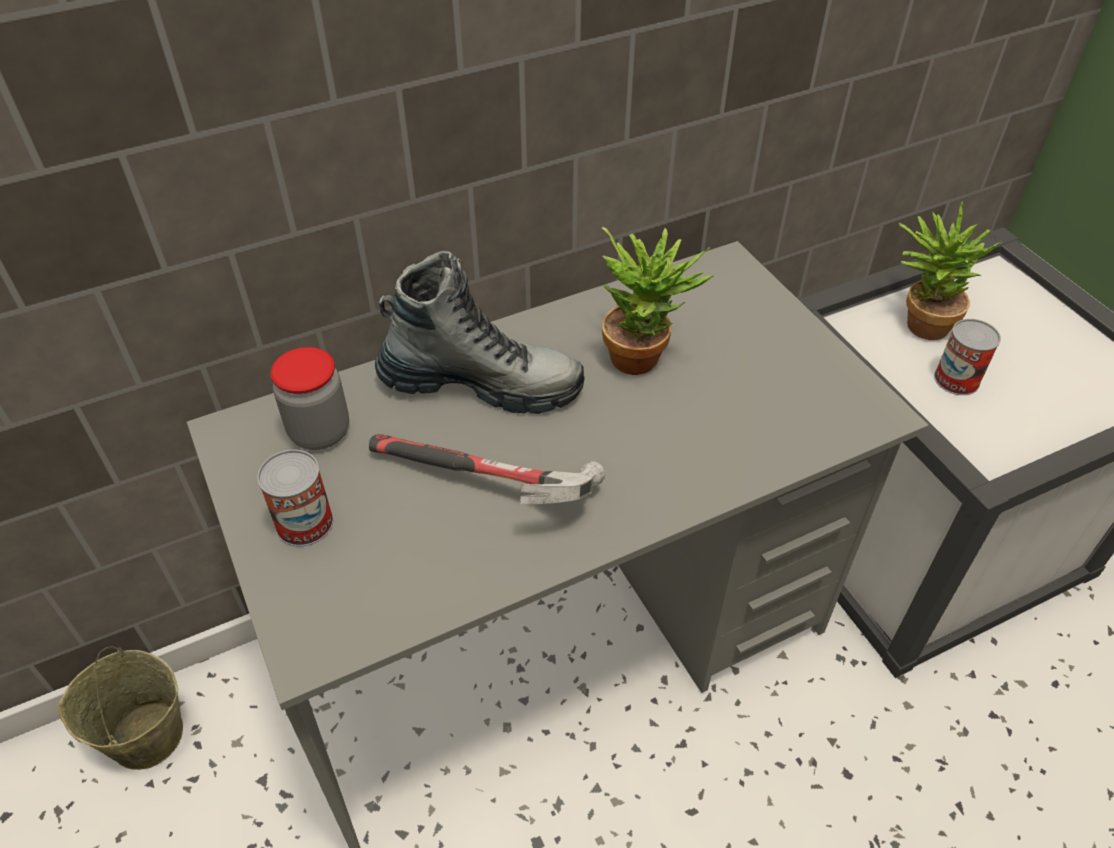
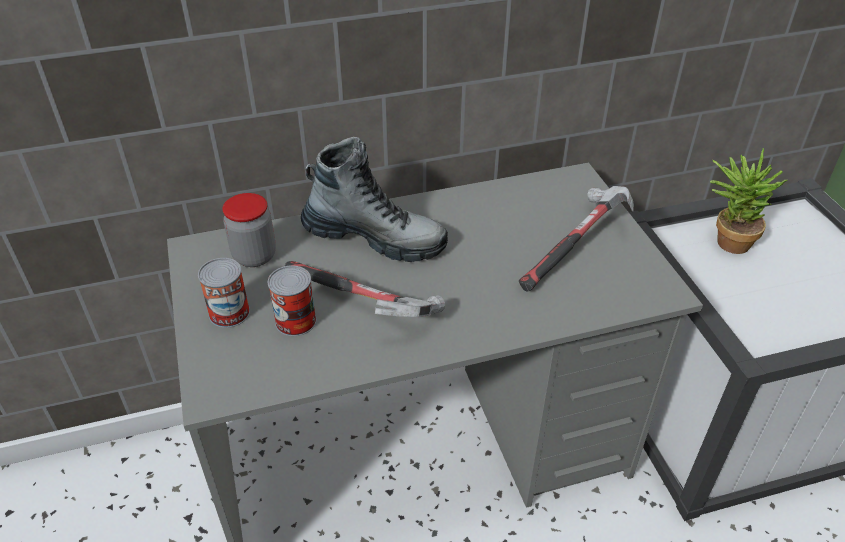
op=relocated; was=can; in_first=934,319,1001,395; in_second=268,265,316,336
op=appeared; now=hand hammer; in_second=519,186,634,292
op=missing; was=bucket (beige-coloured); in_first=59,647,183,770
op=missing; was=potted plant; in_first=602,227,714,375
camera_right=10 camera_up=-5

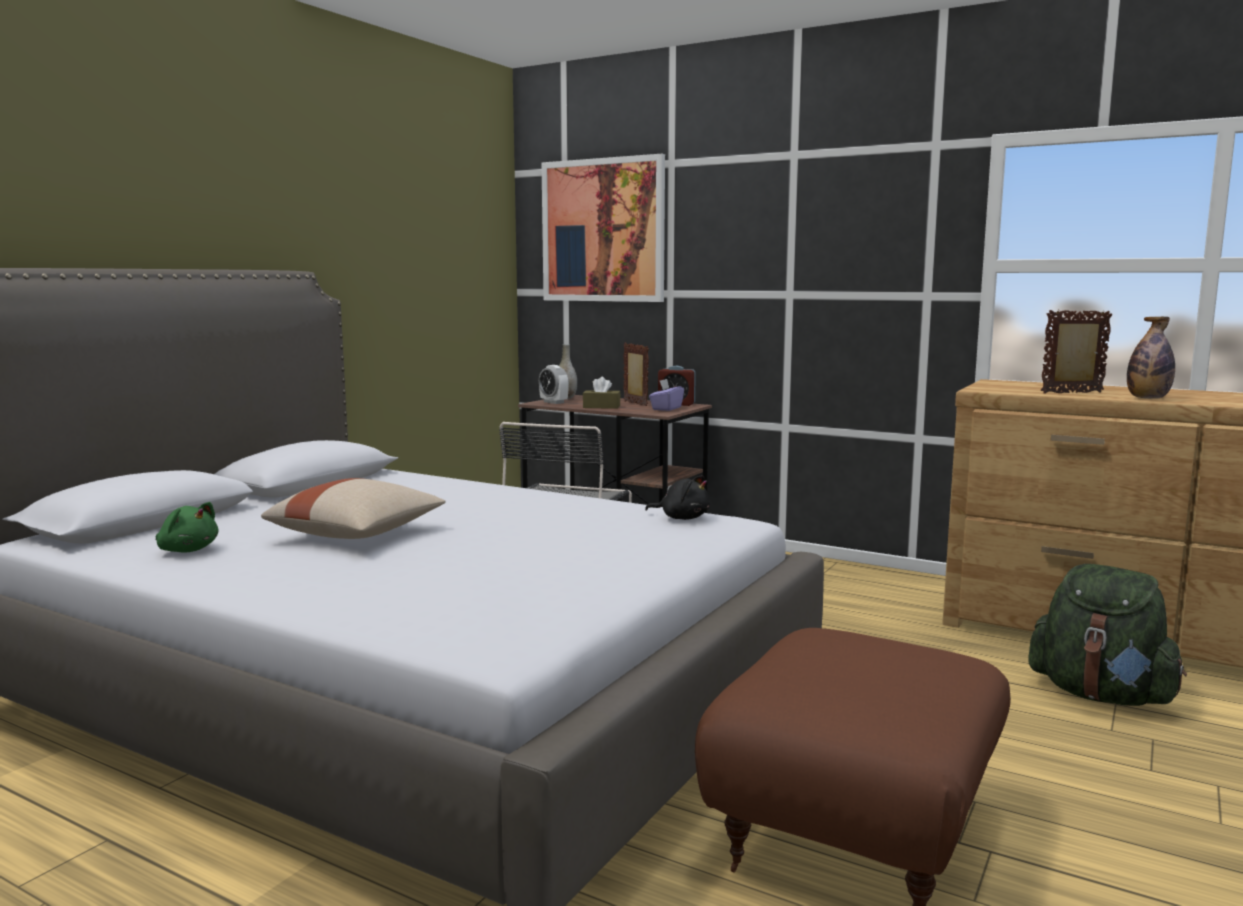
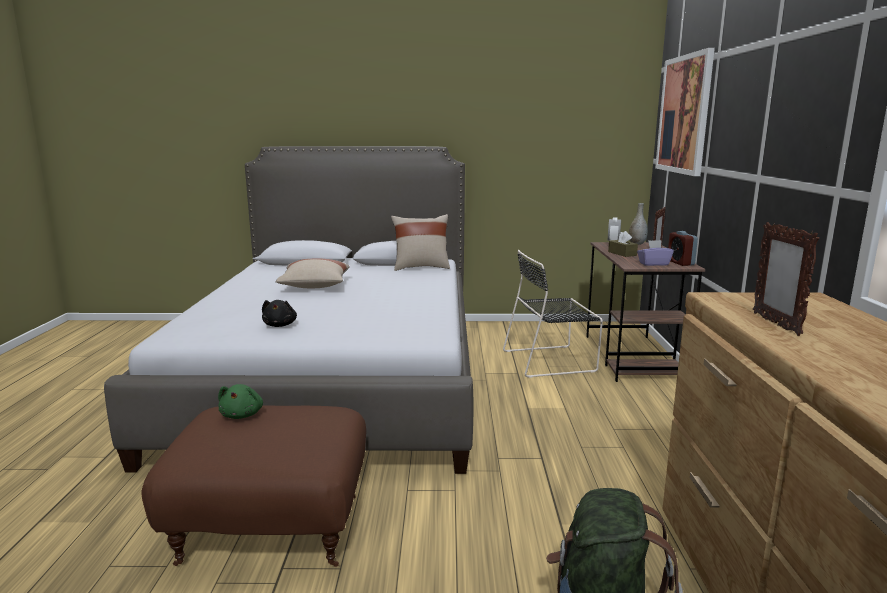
op=relocated; was=plush toy (green-coloured); in_first=156,502,218,553; in_second=218,384,263,419
op=relocated; was=plush toy (black); in_first=645,475,710,520; in_second=262,300,297,327
op=appeared; now=pillow (beige-coloured); in_second=391,214,450,271
op=spun; was=picture frame; in_first=1041,310,1112,394; in_second=753,222,819,336; clockwise=-150
op=missing; was=beverage bottle; in_first=1127,317,1175,399
camera_right=60 camera_up=5

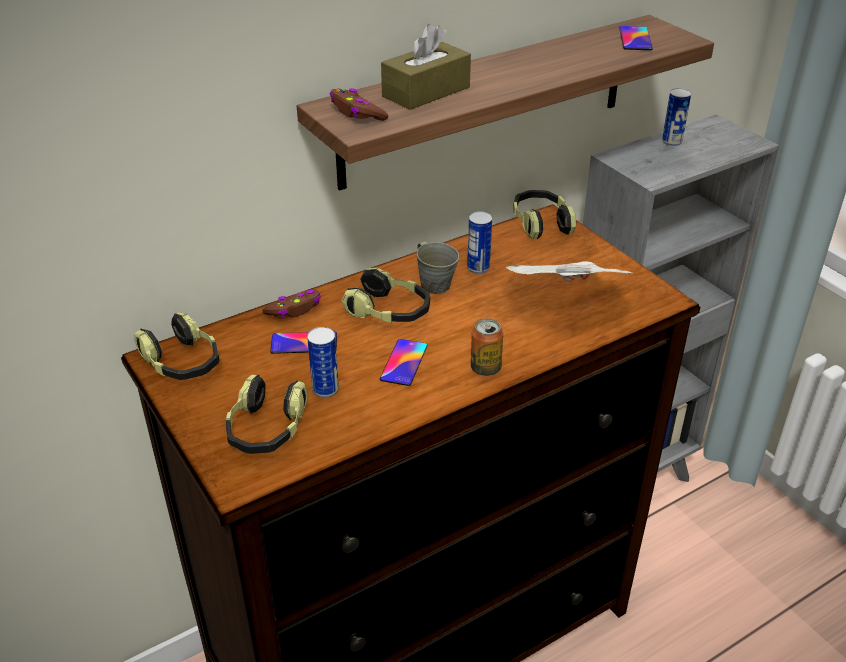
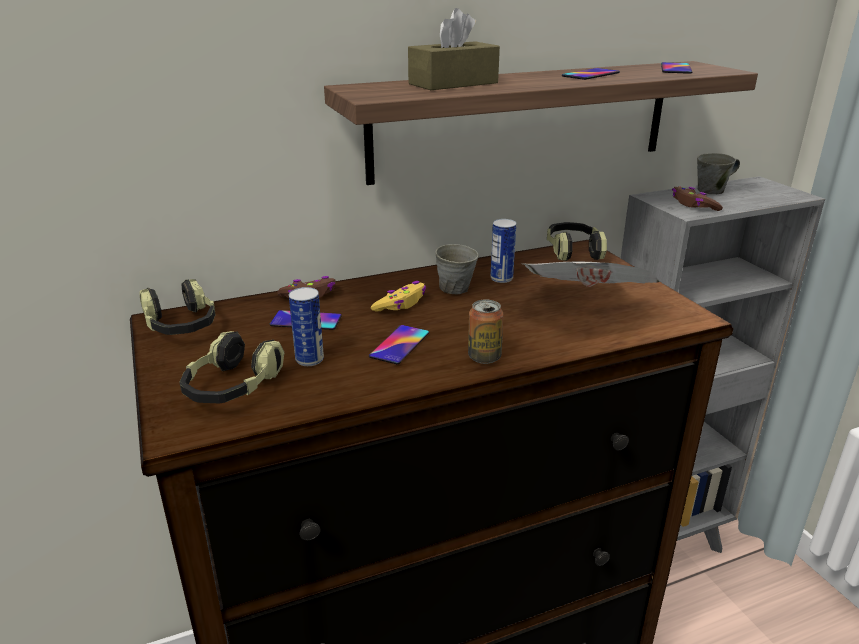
op=exchanged; was=pair of headphones; now=gamepad (yellowish); in_first=341,267,430,323; in_second=371,281,426,311
op=appeared; now=handset; in_second=562,68,620,80
op=relocated; was=gamepad (brownish); in_first=330,88,388,121; in_second=672,186,723,211
op=exchanged; was=can; now=coffee mug (greyish); in_first=662,88,691,146; in_second=697,153,740,194
camera_right=10 camera_up=-10

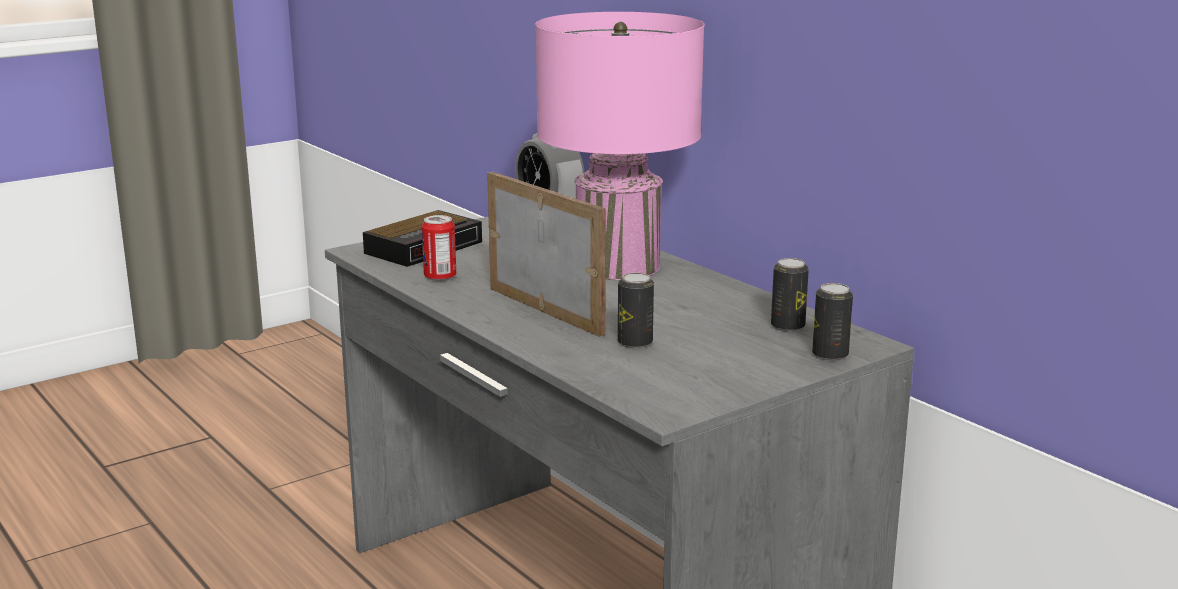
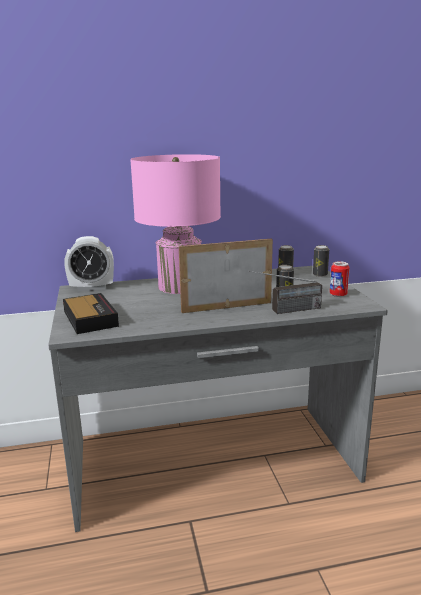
op=appeared; now=radio receiver; in_second=248,271,322,314
op=relocated; was=can; in_first=422,215,456,281; in_second=330,261,350,297
camera_right=-65 camera_up=0

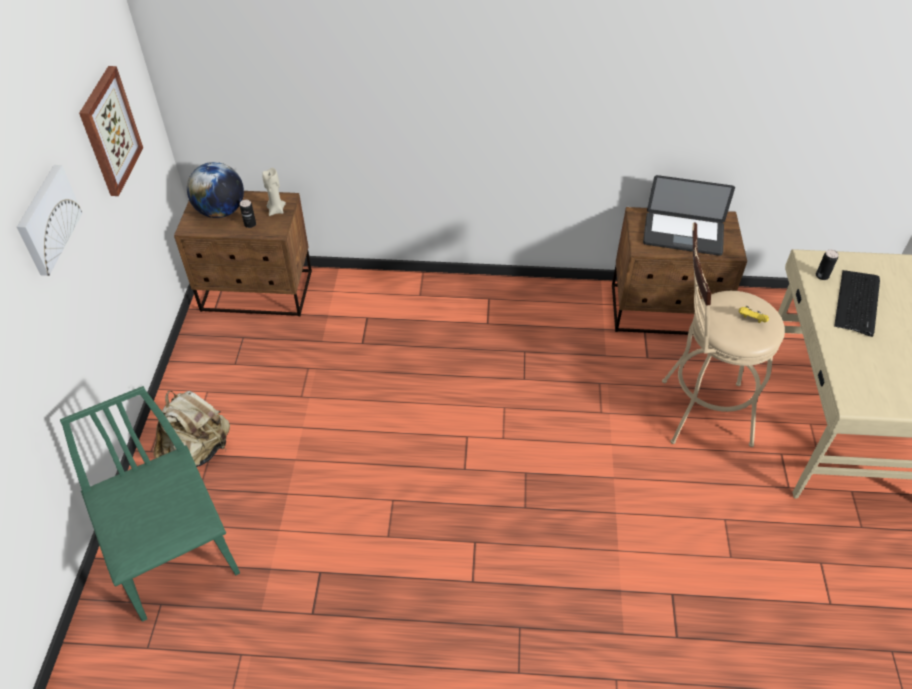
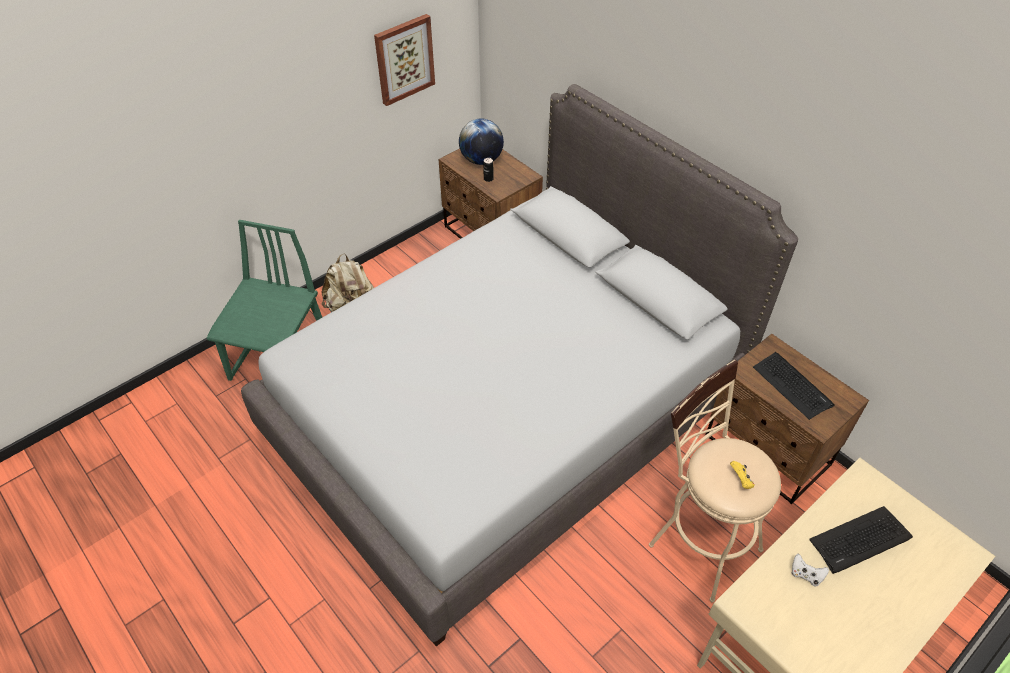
op=appeared; now=sleeping bed (greyish); in_second=241,84,798,647
op=exchanged; was=portable computer; now=computer keyboard; in_first=643,175,735,256; in_second=753,352,835,420
op=appeared; now=gamepad (white); in_second=792,553,829,587
op=missing; was=wall picture; in_first=17,165,83,276
op=missing; was=candle (beige-coloured); in_first=262,168,286,216
op=missing; was=can; in_first=816,249,839,280
camera_right=45 camera_up=0

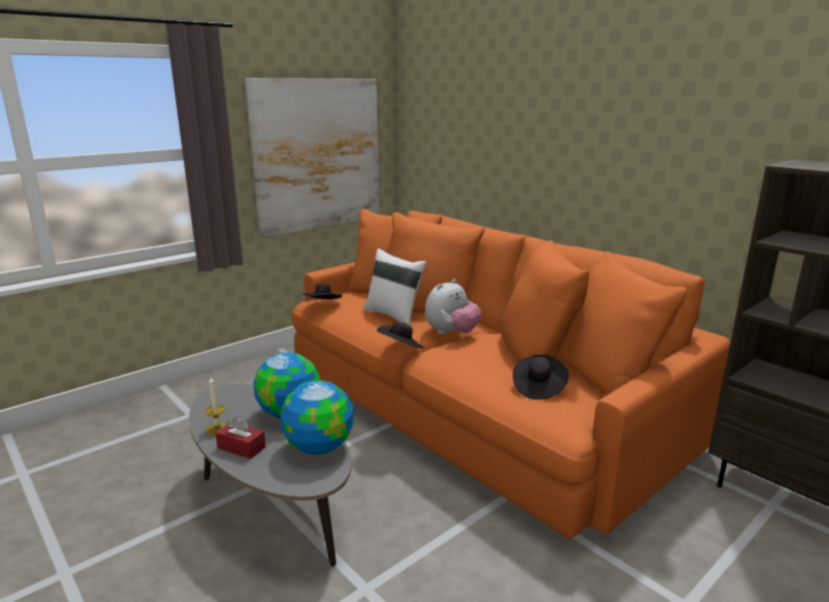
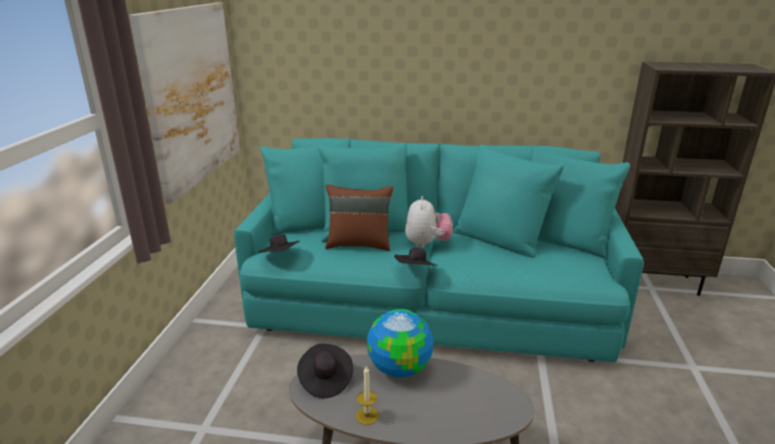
op=colour; was=sofa (orangey); now=sofa (blue-green); in_first=292,209,730,539; in_second=234,138,644,362
op=relocated; was=clothing hat (black); in_first=513,355,569,400; in_second=297,344,353,398
op=colour; was=pillow (white); now=pillow (brownish); in_first=364,248,427,326; in_second=325,184,393,251
op=missing; was=box of tissues (red-coloured); in_first=215,417,266,459
op=missing; was=world globe; in_first=280,380,354,455
camera_right=-40 camera_up=5

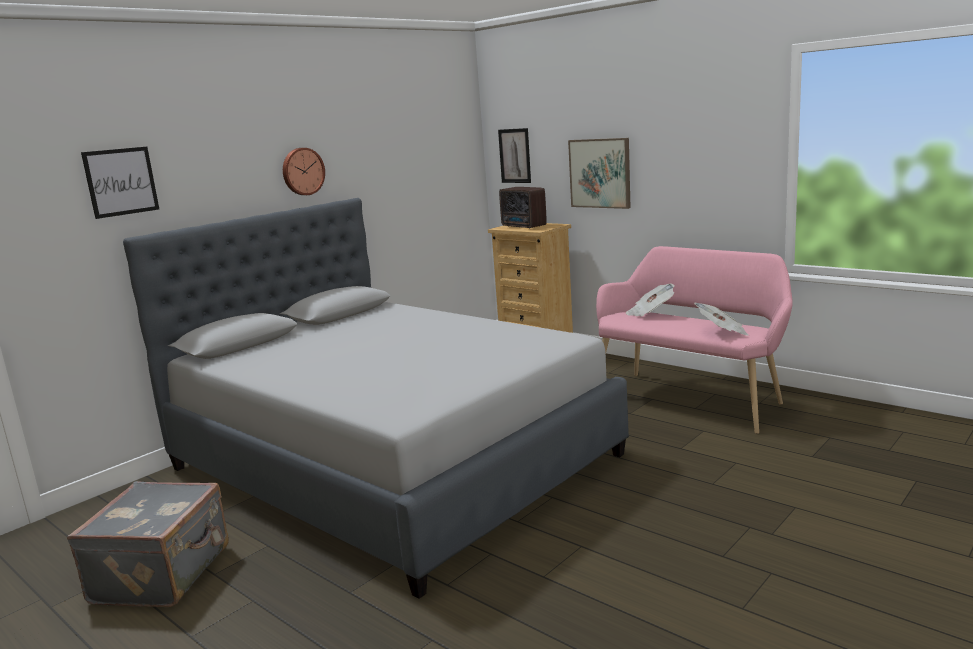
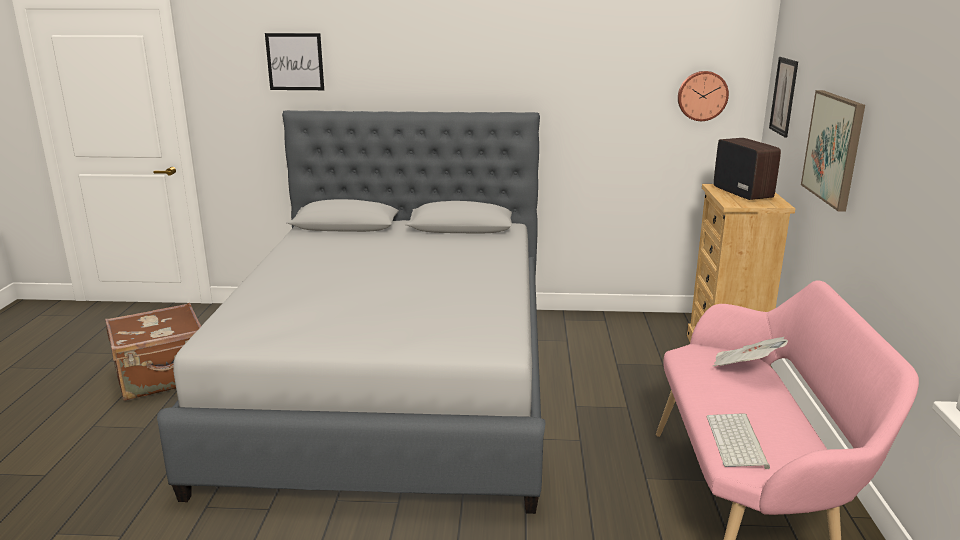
op=colour; was=travel case (greyish); now=travel case (brownish); in_first=67,481,229,607; in_second=105,303,201,401
op=relocated; was=wall clock; in_first=283,148,325,195; in_second=678,71,729,121
op=exchanged; was=printed paper; now=computer keyboard; in_first=694,303,749,336; in_second=707,413,770,469
op=spun; was=radio receiver; in_first=499,187,547,229; in_second=714,138,781,200; clockwise=150
camera_right=50 camera_up=5

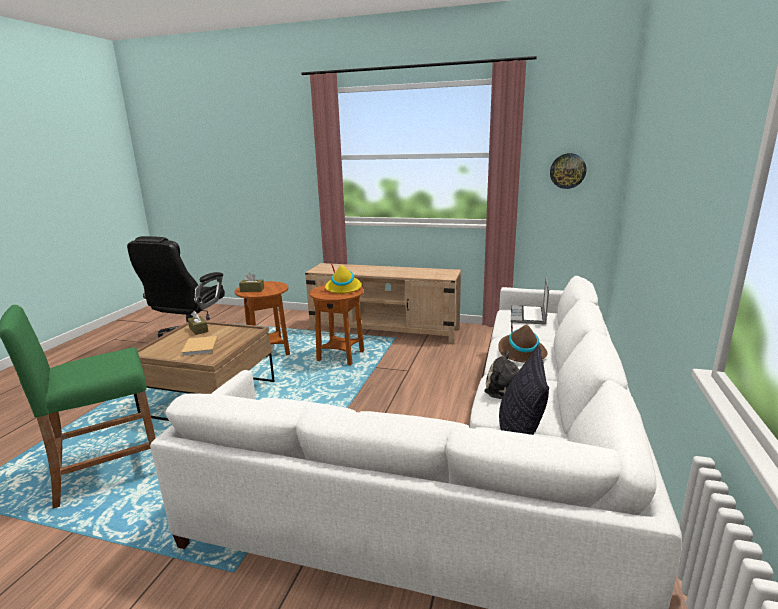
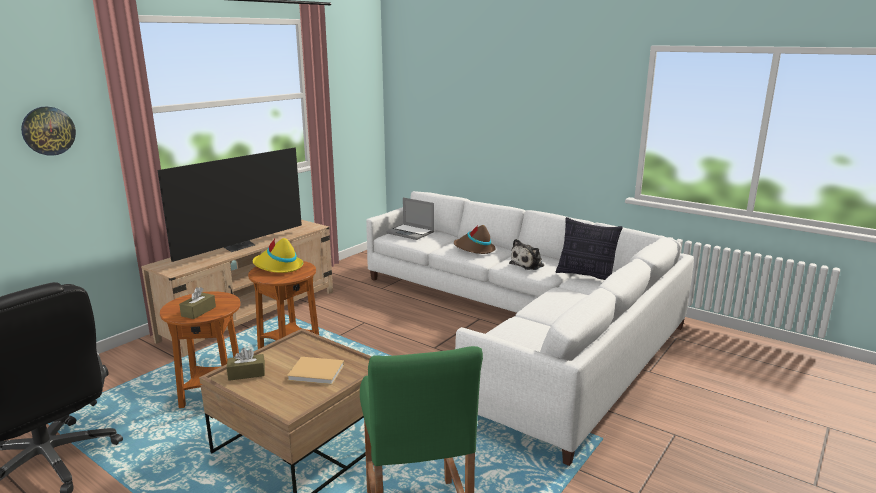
op=relocated; was=wall clock; in_first=550,153,587,189; in_second=21,107,76,156
op=appeared; now=television; in_second=157,148,302,262
camera_right=-70 camera_up=0

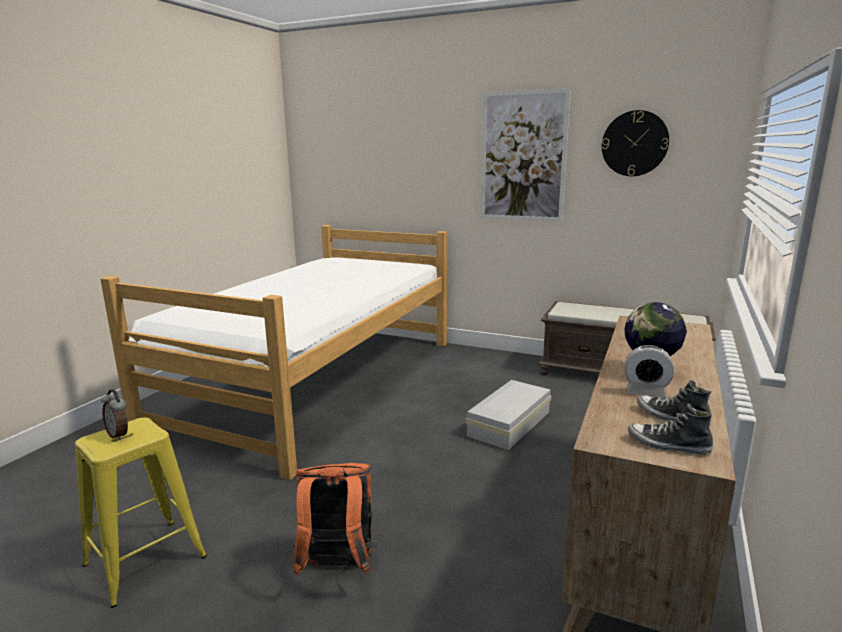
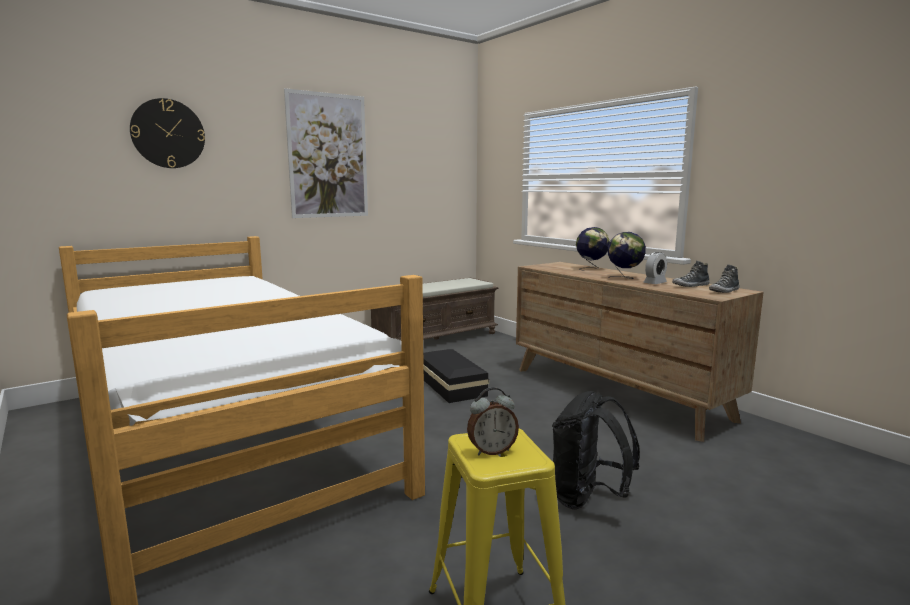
op=relocated; was=wall clock; in_first=602,110,669,176; in_second=130,98,205,168
op=colour; was=storage bin (white); now=storage bin (black); in_first=466,380,551,450; in_second=423,349,489,403
op=colour; was=knapsack (orangey); now=knapsack (black); in_first=293,463,378,575; in_second=552,391,640,509
op=appeared; now=world globe; in_second=576,227,610,271
camera_right=-60 camera_up=-5

